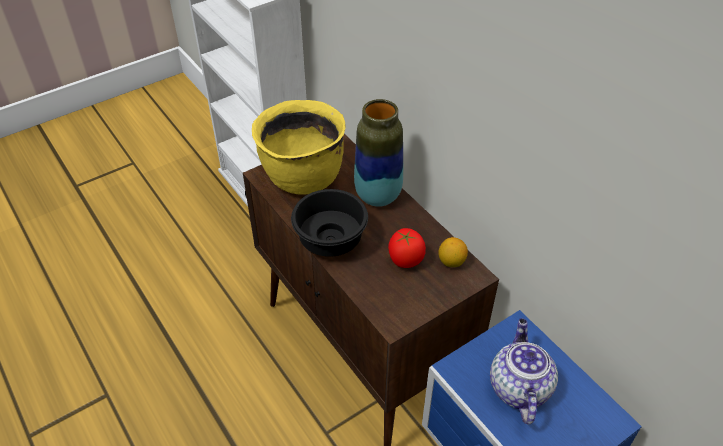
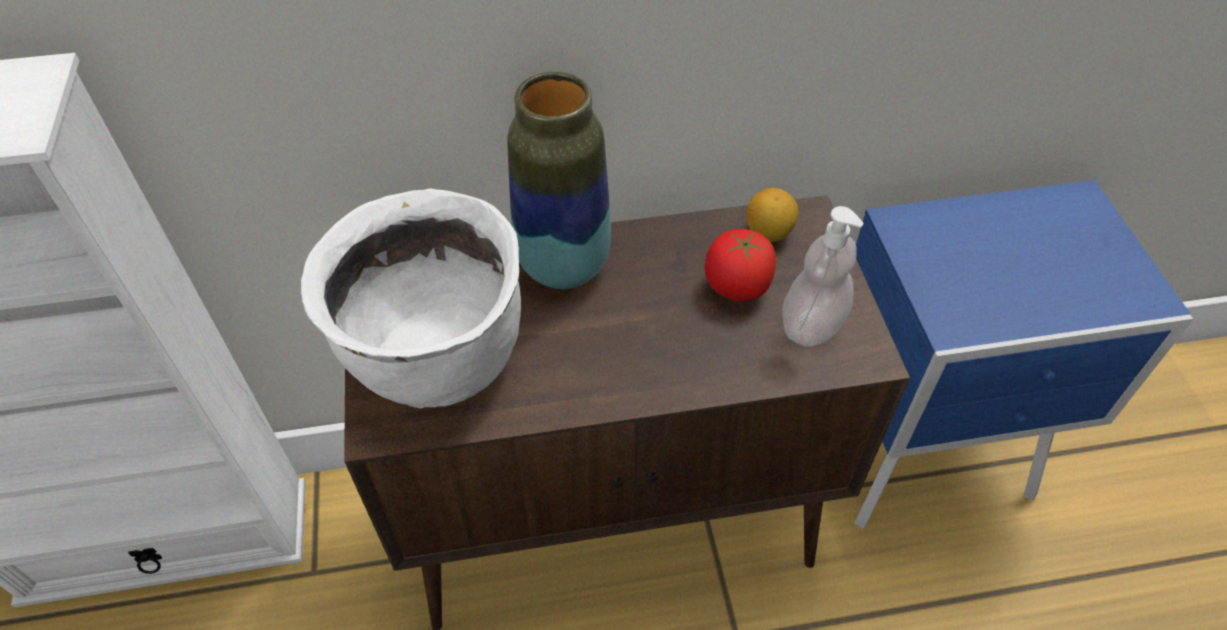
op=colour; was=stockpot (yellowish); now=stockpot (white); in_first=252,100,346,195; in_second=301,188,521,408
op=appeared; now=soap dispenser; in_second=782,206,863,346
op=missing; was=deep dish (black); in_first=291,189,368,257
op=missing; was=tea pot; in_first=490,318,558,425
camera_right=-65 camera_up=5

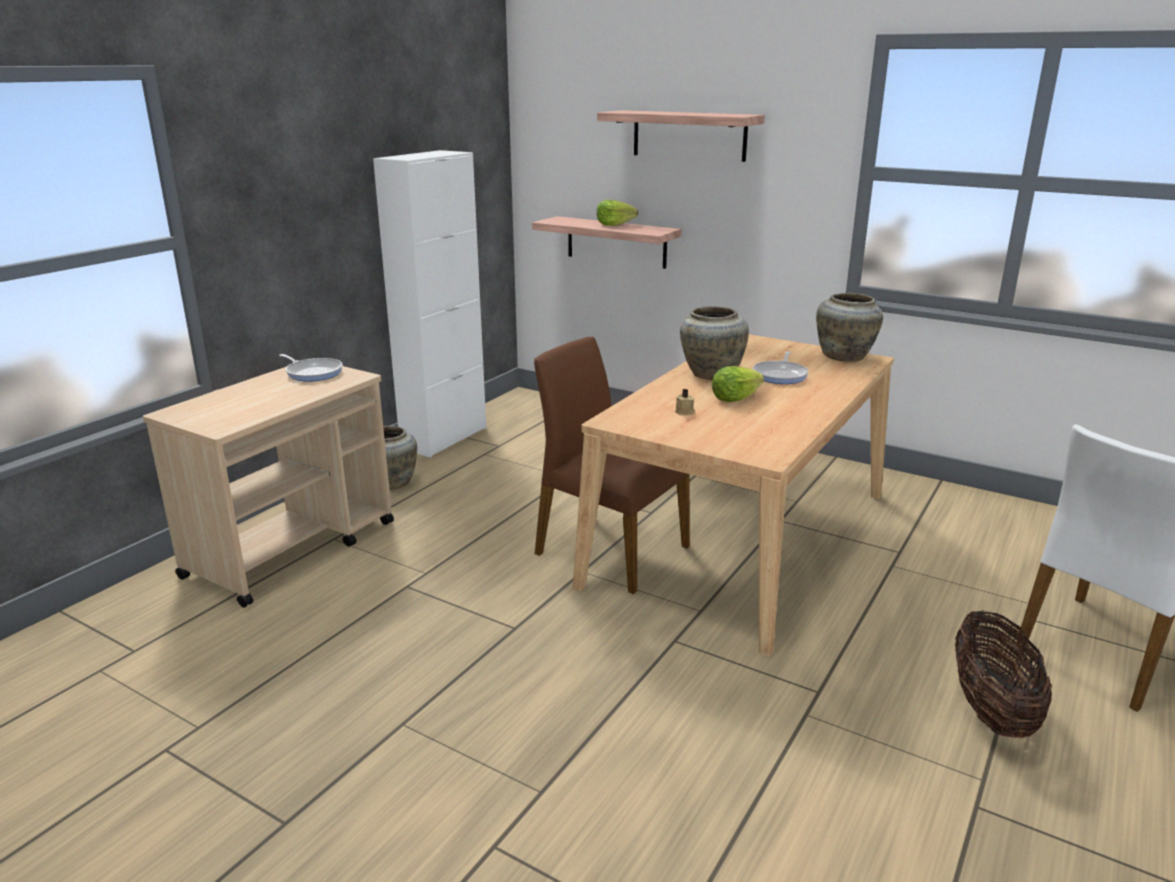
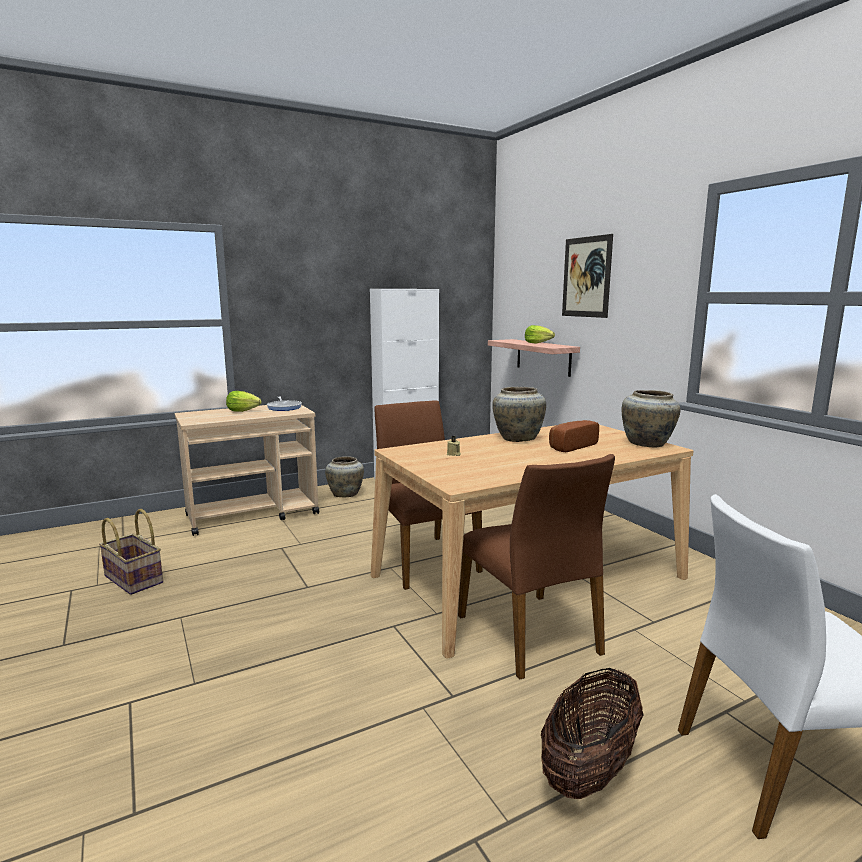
op=appeared; now=household basket; in_second=99,509,163,595
op=relocated; was=lettuce head; in_first=712,366,764,402; in_second=226,391,261,412
op=appeared; now=upright chair (brownish); in_second=458,454,615,680
op=exchanged; was=skillet; now=bread; in_first=753,351,809,384; in_second=549,420,599,452
op=exchanged; was=wall shelf; now=wall picture; in_first=597,110,765,162; in_second=562,234,613,318
camera_right=30 camera_up=-10

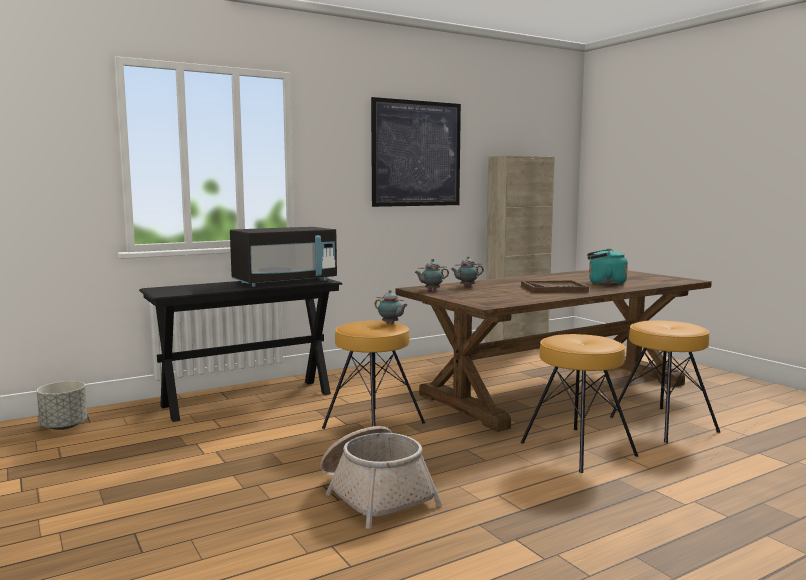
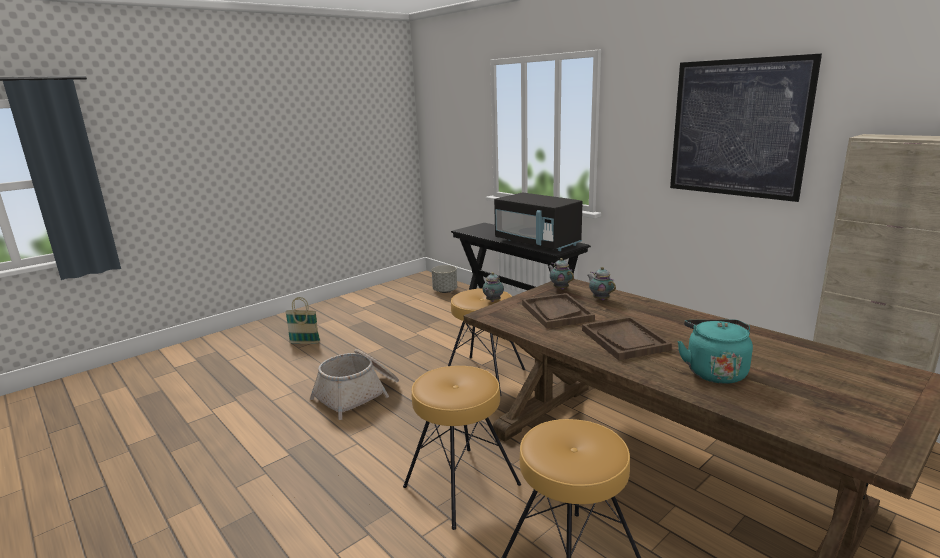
op=appeared; now=household basket; in_second=285,297,320,344
op=appeared; now=tray (brownish); in_second=522,293,595,328
camera_right=80 camera_up=10

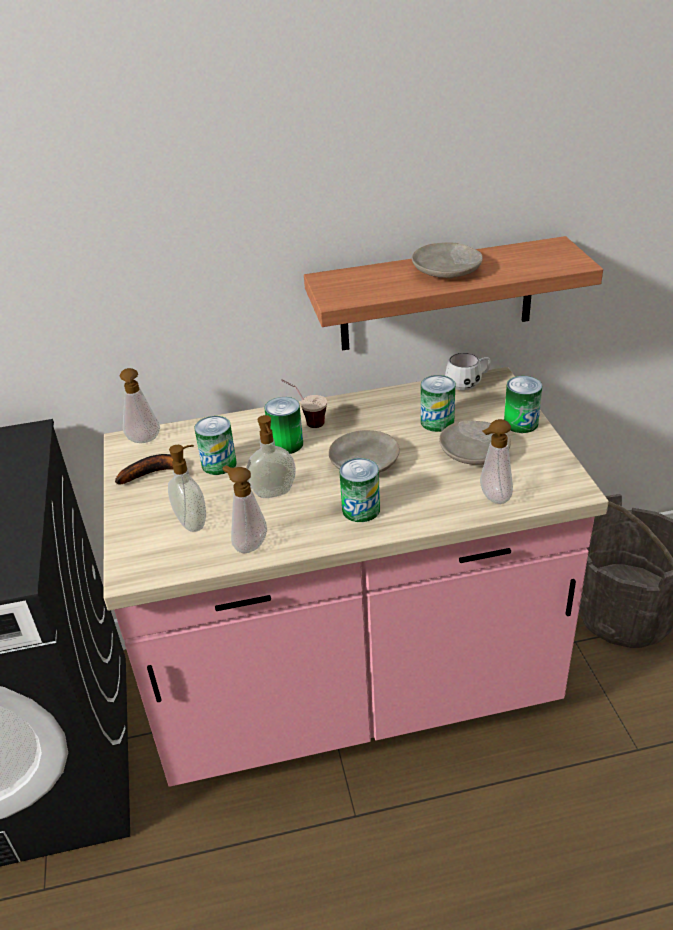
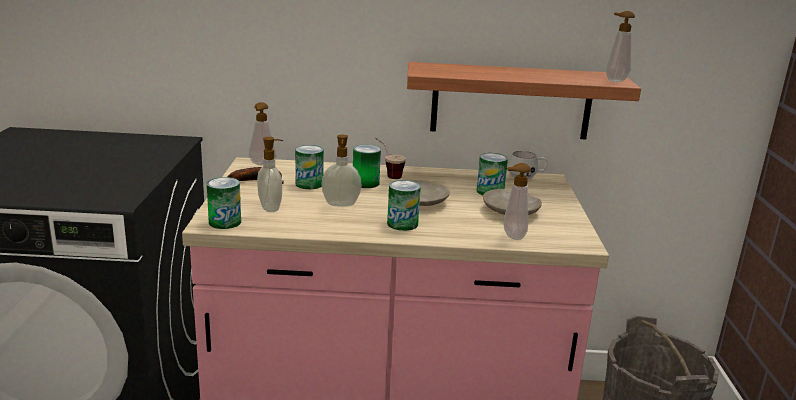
op=relocated; was=can; in_first=504,376,542,433; in_second=207,177,241,229
op=relocated; was=soap dispenser; in_first=223,465,267,554; in_second=606,11,635,82
op=missing; was=plate (beige-coloured); in_first=412,242,483,278
camera_right=10 camera_up=-15

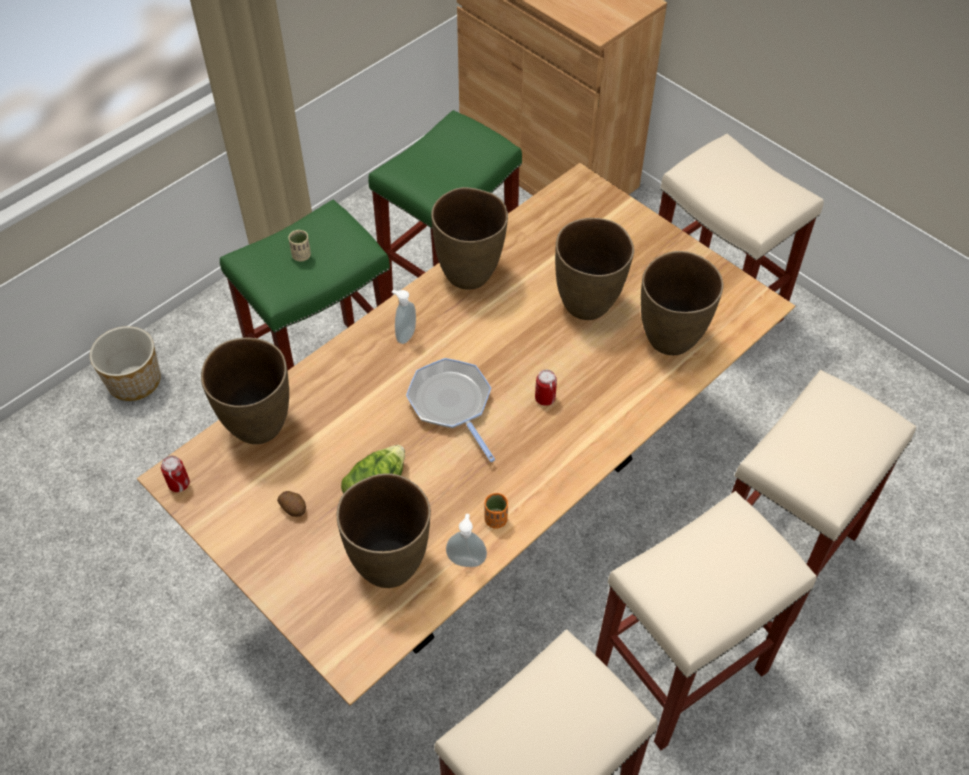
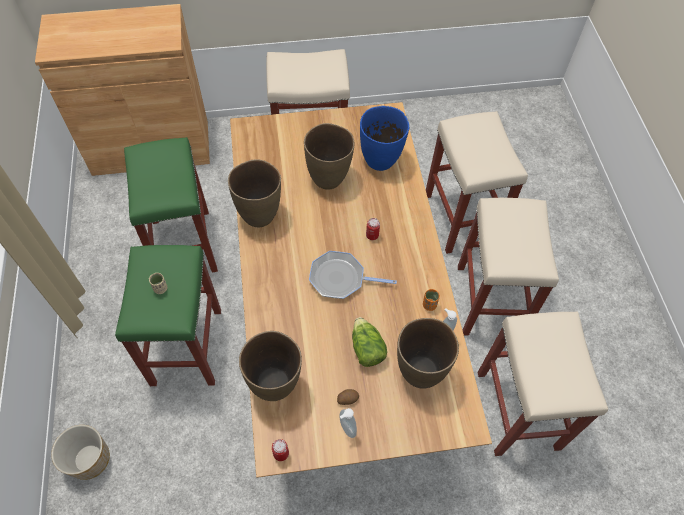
op=relocated; was=soap dispenser; in_first=392,290,416,344; in_second=339,408,357,438
op=colour; was=flower vase (brownish); now=flower vase (blue); in_first=641,251,724,355; in_second=360,106,409,171
camera_right=-55 camera_up=5

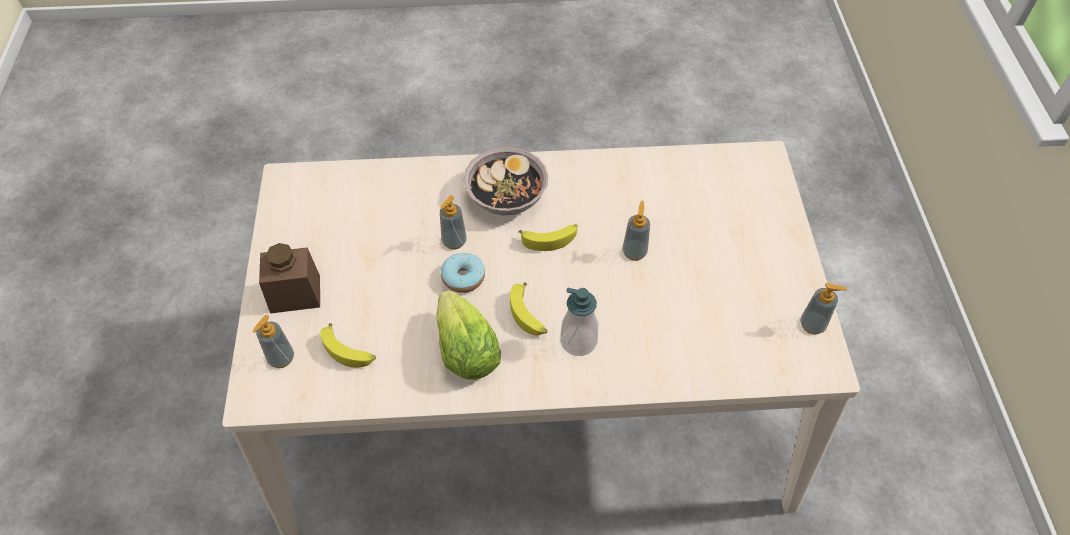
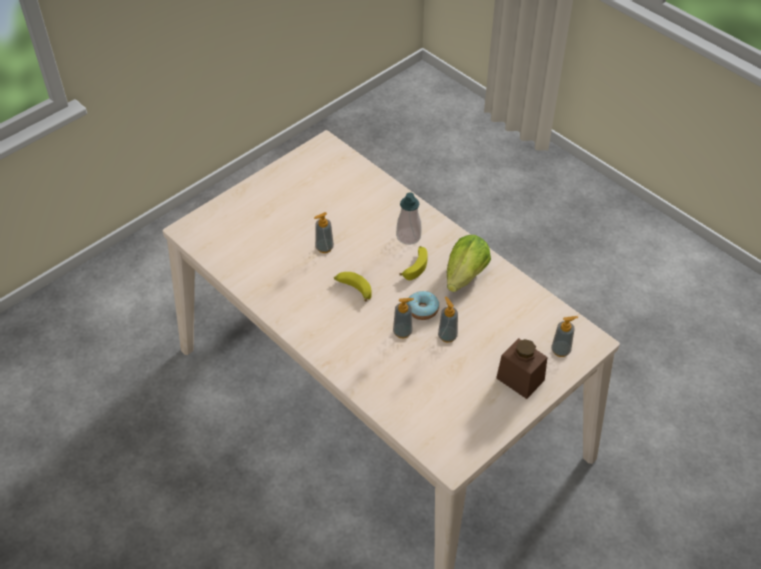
op=relocated; was=soap dispenser; in_first=800,283,847,334; in_second=438,297,458,343
op=missing; was=whole banana; in_first=320,323,376,368
op=missing; was=deep dish; in_first=463,147,548,215
camera_right=-130 camera_up=-5

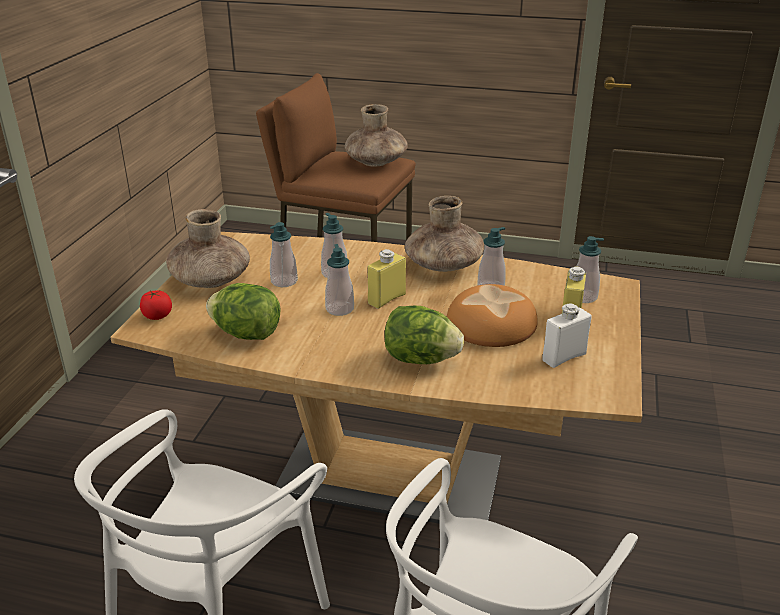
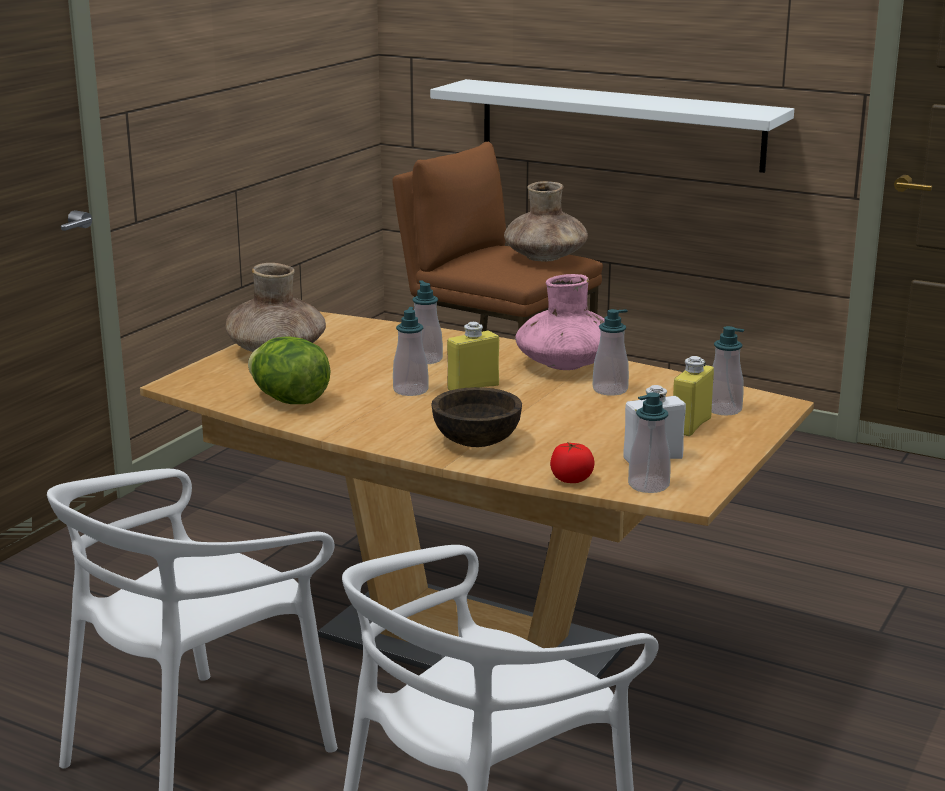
op=appeared; now=wall shelf (white); in_second=430,79,794,173
op=exchanged; was=lettuce head; now=deep dish (brownish); in_first=384,305,464,364; in_second=431,387,522,447
op=colour; was=flower vase (brownish); now=flower vase (pinkish); in_first=405,196,484,272; in_second=515,274,605,370
op=relocated; was=fresh tomato; in_first=140,291,172,320; in_second=550,442,595,483
op=relocated; was=soap dispenser; in_first=270,222,298,287; in_second=628,392,671,493
op=missing; was=bread; in_first=447,284,538,347
camera_right=15 camera_up=-10

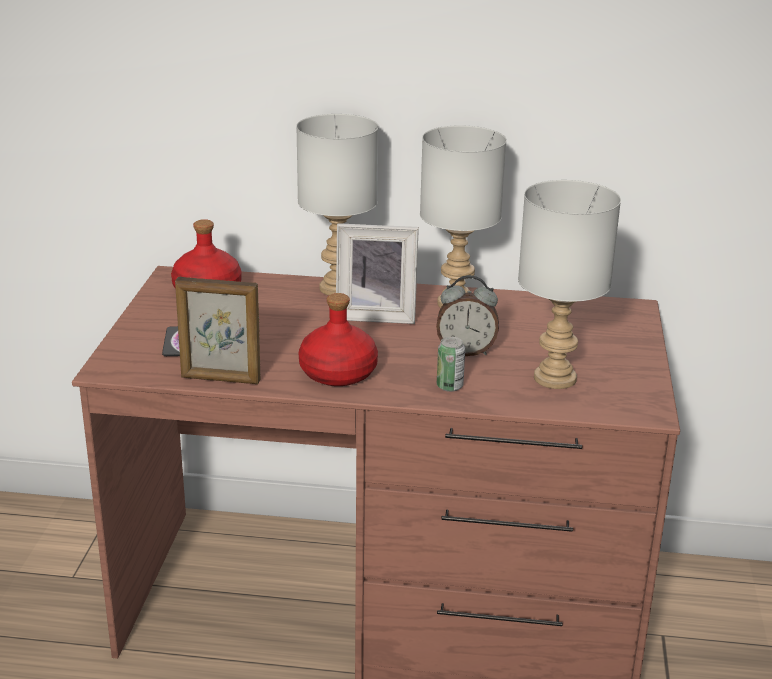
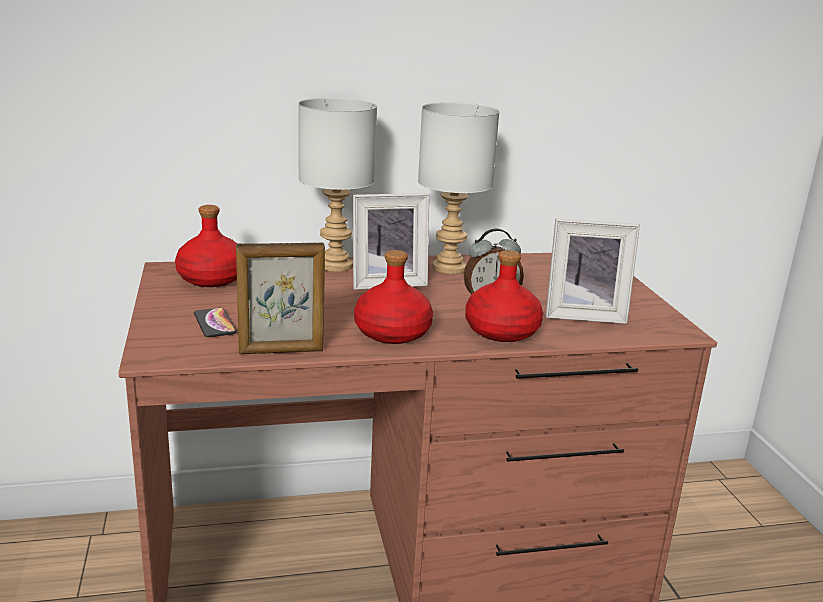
op=exchanged; was=can; now=beverage bottle (red-coloured); in_first=437,337,465,392; in_second=465,250,543,342
op=exchanged; was=table lamp (greyish); now=picture frame; in_first=518,180,621,389; in_second=545,219,640,324
camera_right=-20 camera_up=-5

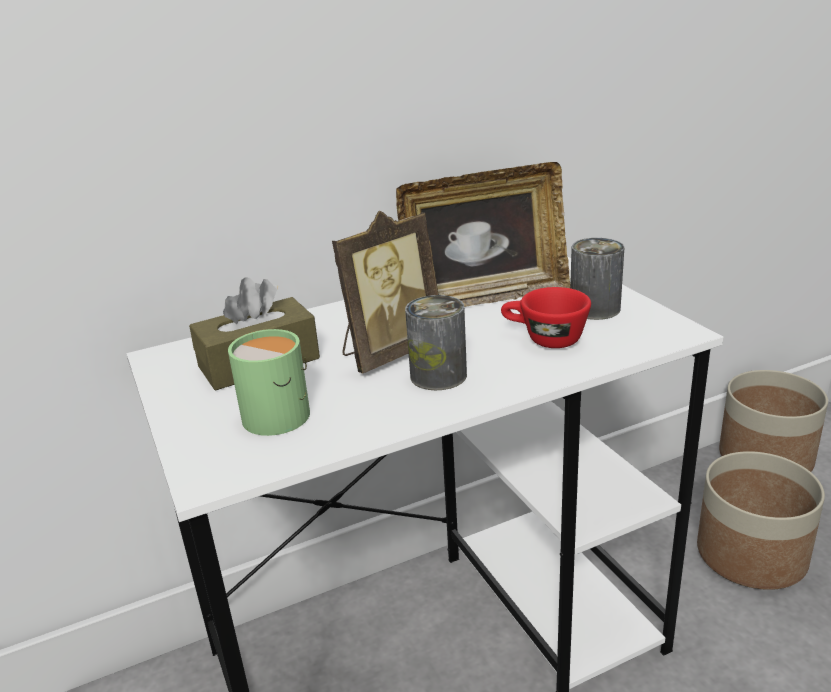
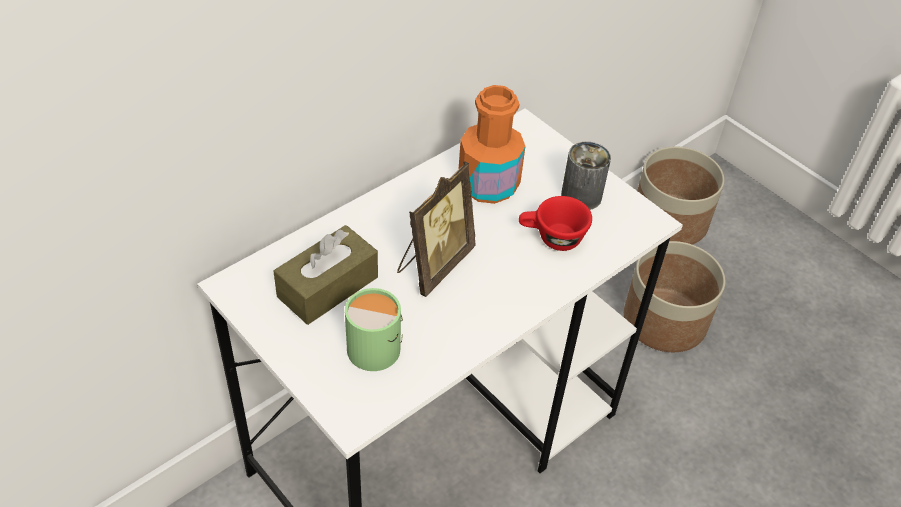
op=exchanged; was=picture frame; now=beverage bottle (orangey); in_first=396,162,570,307; in_second=459,85,526,204
op=missing; was=can; in_first=405,295,467,390
camera_right=-20 camera_up=20

